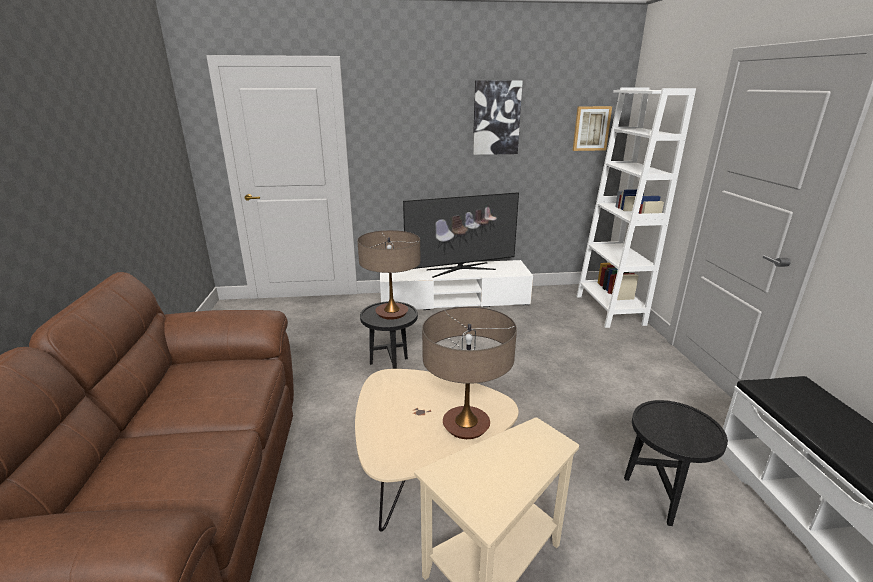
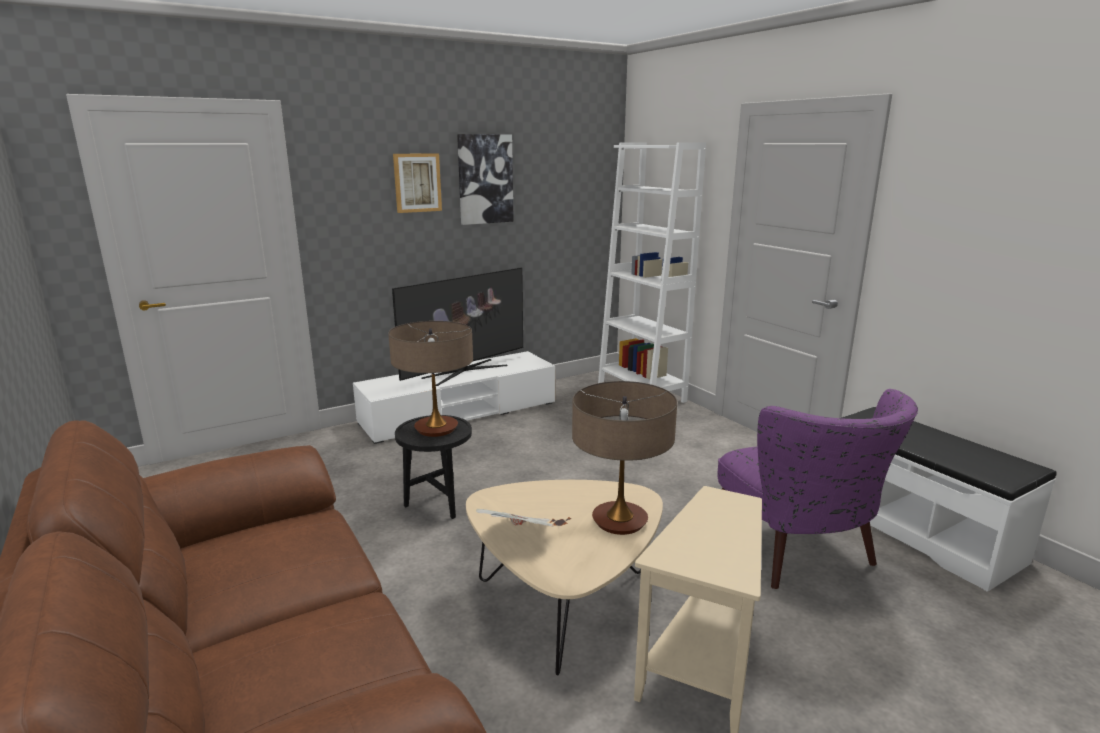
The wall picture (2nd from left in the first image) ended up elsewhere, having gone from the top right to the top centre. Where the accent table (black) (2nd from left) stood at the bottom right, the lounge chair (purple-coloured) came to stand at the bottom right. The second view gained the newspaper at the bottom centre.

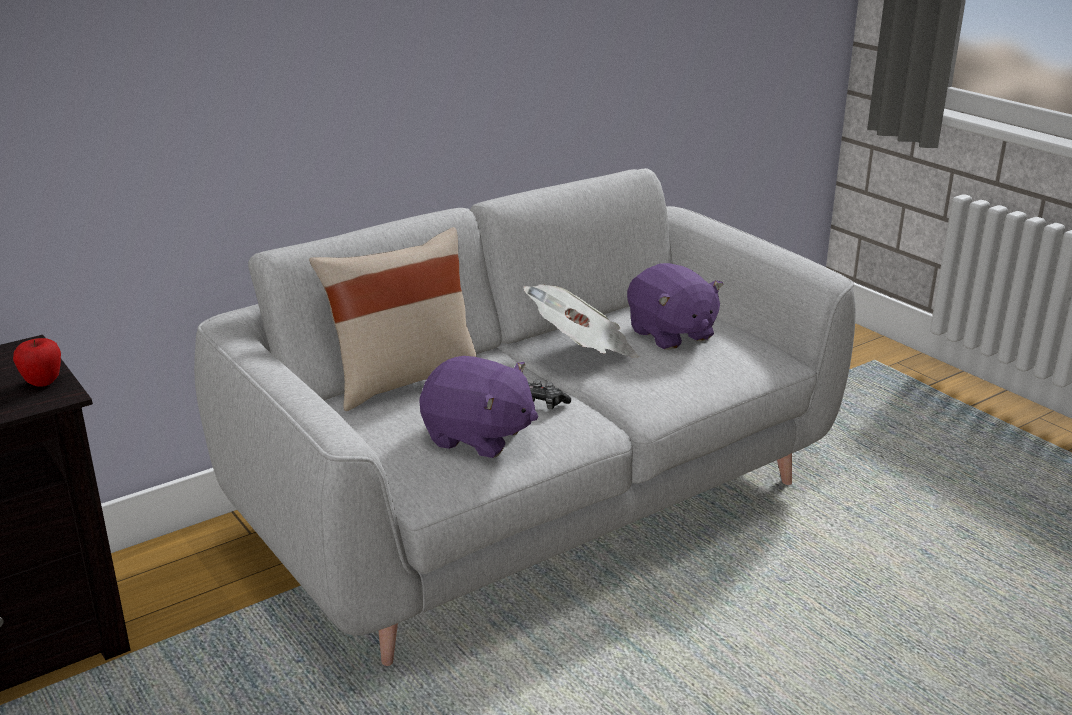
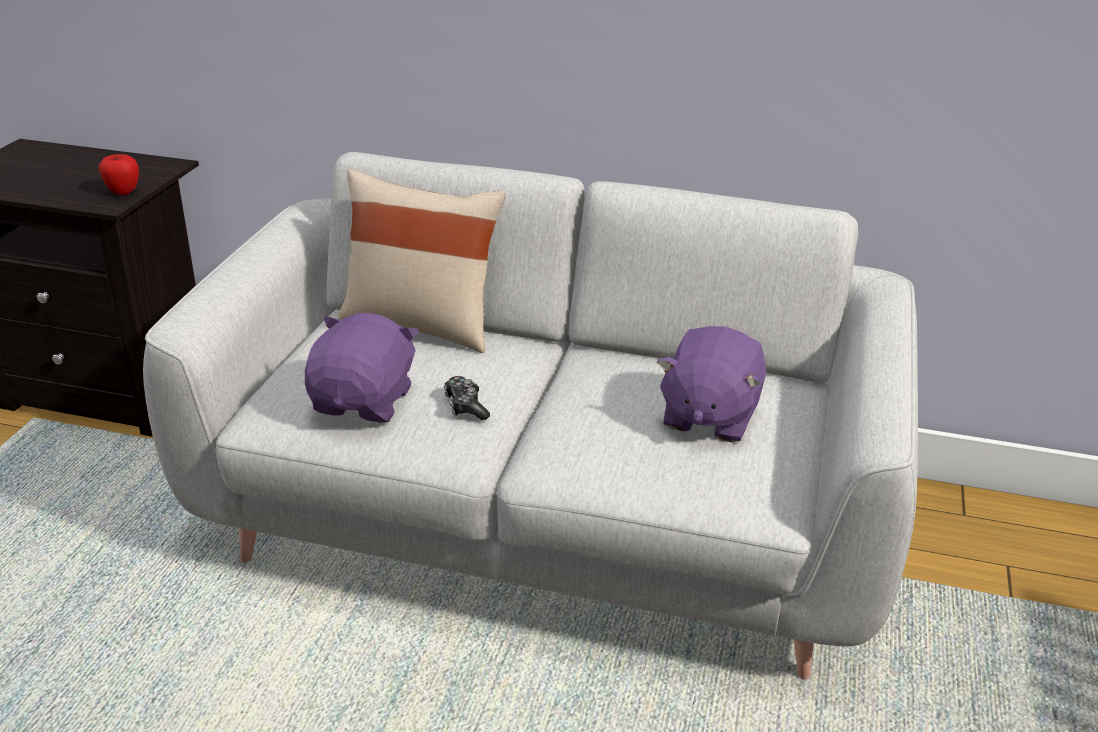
The second view lost the newspaper at the centre. The soft toy (purple-coloured) (1st from left) at the centre ended up facing another way, 150 degrees counterclockwise from before.

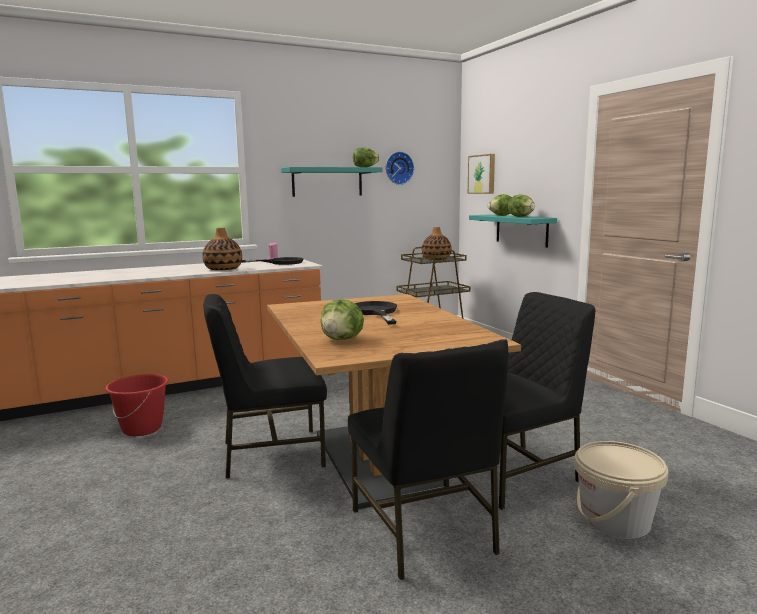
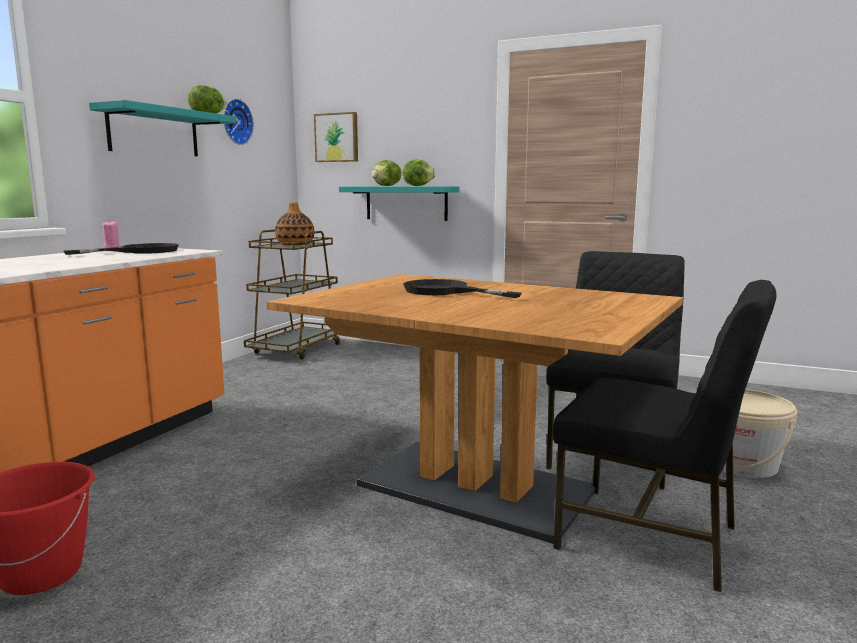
The second view lost the decorative vase (1st from left) at the middle left. The second view lost the plain chair (black) (1st from left) at the centre. The second view lost the head of lettuce (1st from left) at the centre.

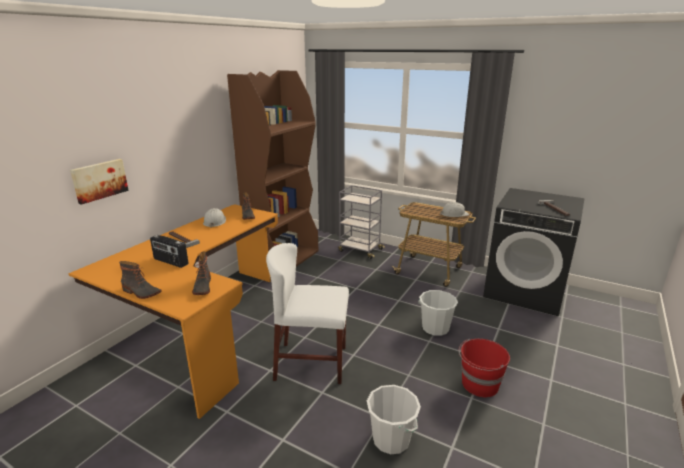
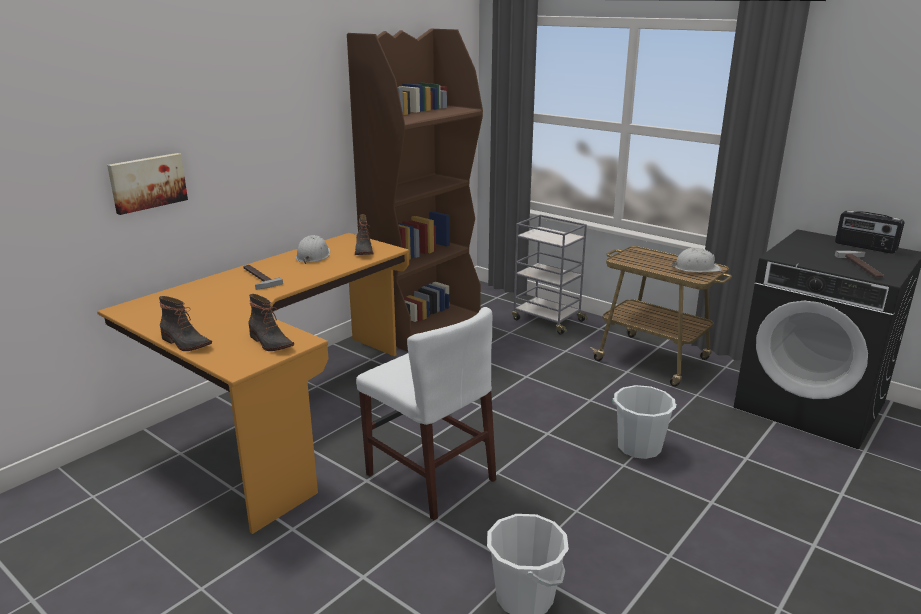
The radio set ended up elsewhere, having gone from the middle left to the middle right. The plain chair (white-coloured) at the bottom centre ended up facing another way, 150 degrees counterclockwise from before. The tall boot (2nd from left) at the middle left ended up facing another way, 45 degrees counterclockwise from before. The second view lost the water bucket (reddish) at the bottom right.

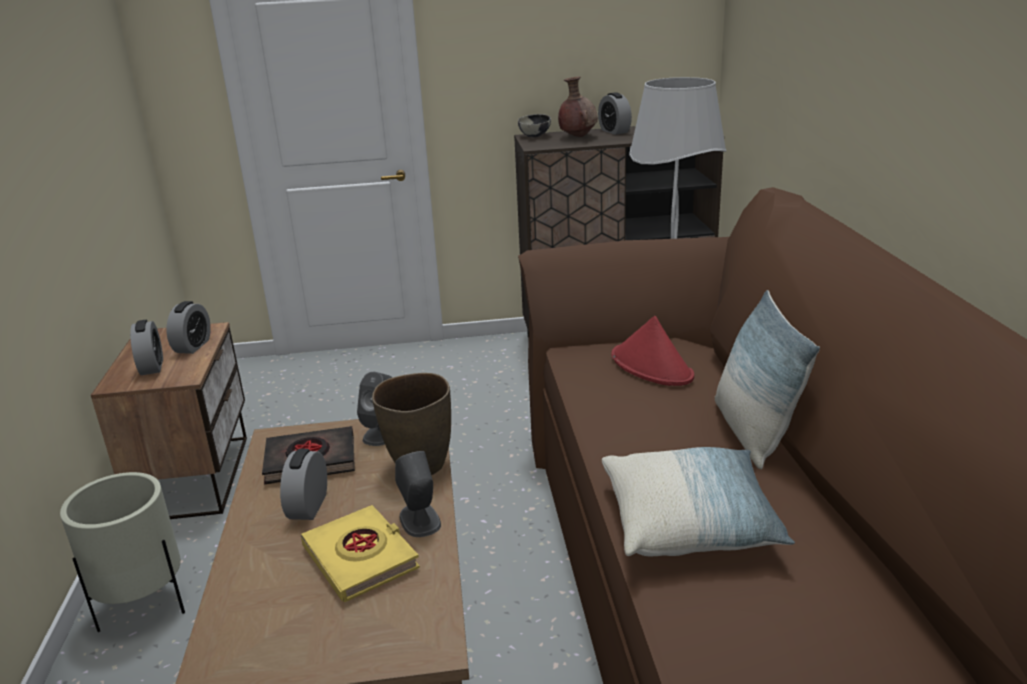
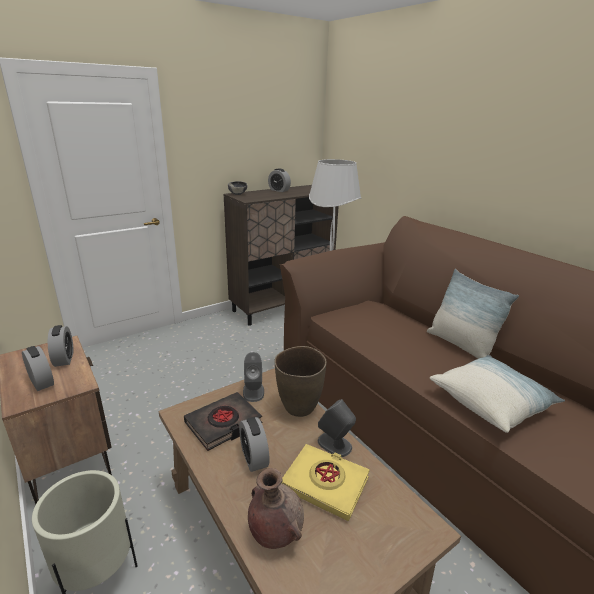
The decorative vase (brownish) (2nd from left in the first image) ended up elsewhere, having gone from the top centre to the bottom centre. The second view lost the clothing hat (reddish) at the centre.

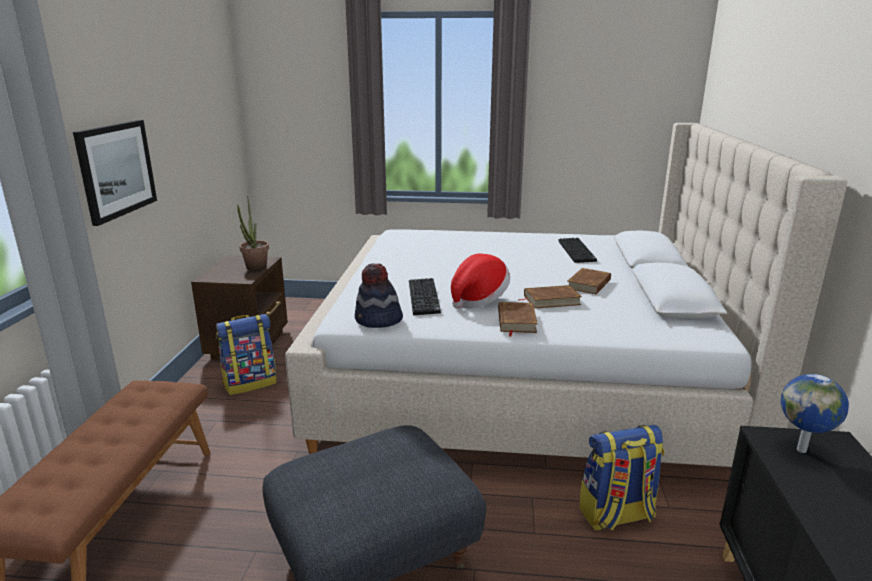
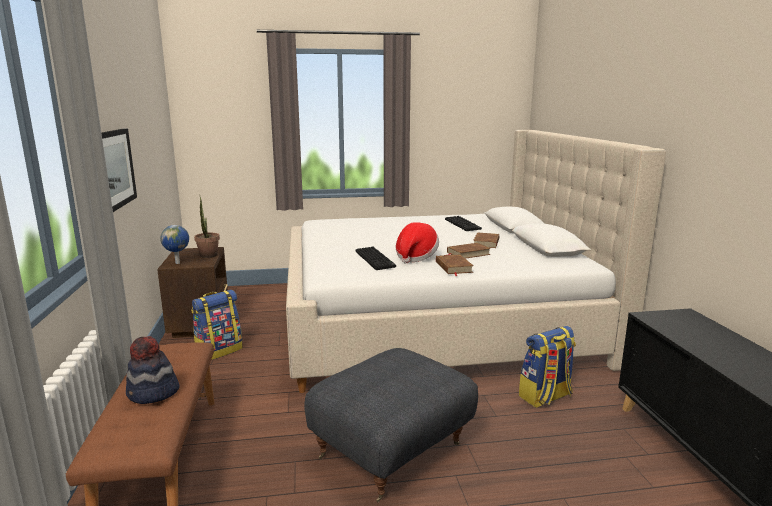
The clothing hat (1st from left) ended up elsewhere, having gone from the centre to the bottom left. The world globe ended up elsewhere, having gone from the bottom right to the middle left.

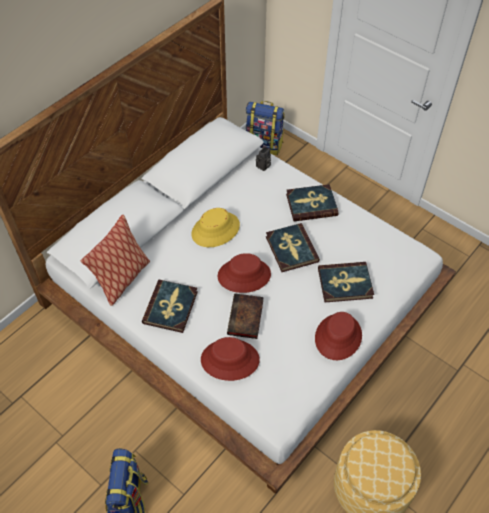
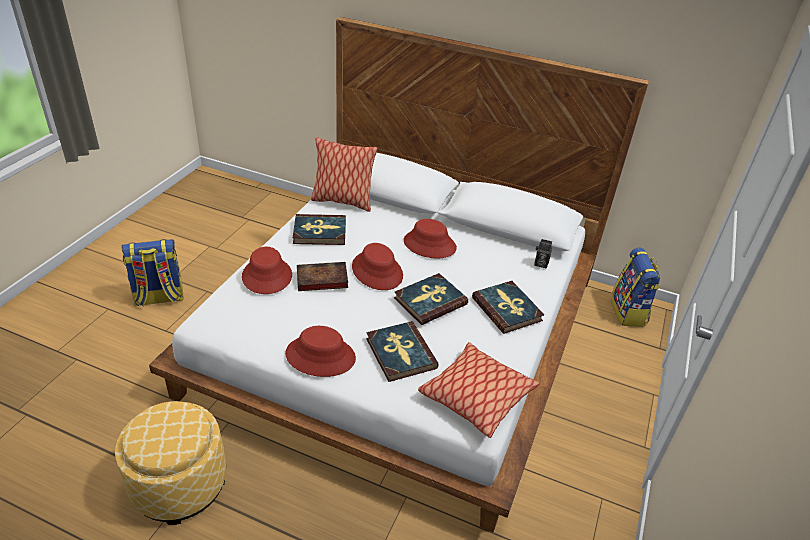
What was the clothing hat (yellowish) at the centre turned into the clothing hat (reddish) (4th from left) at the centre. The second view gained the pillow (2nd from left) at the bottom centre.

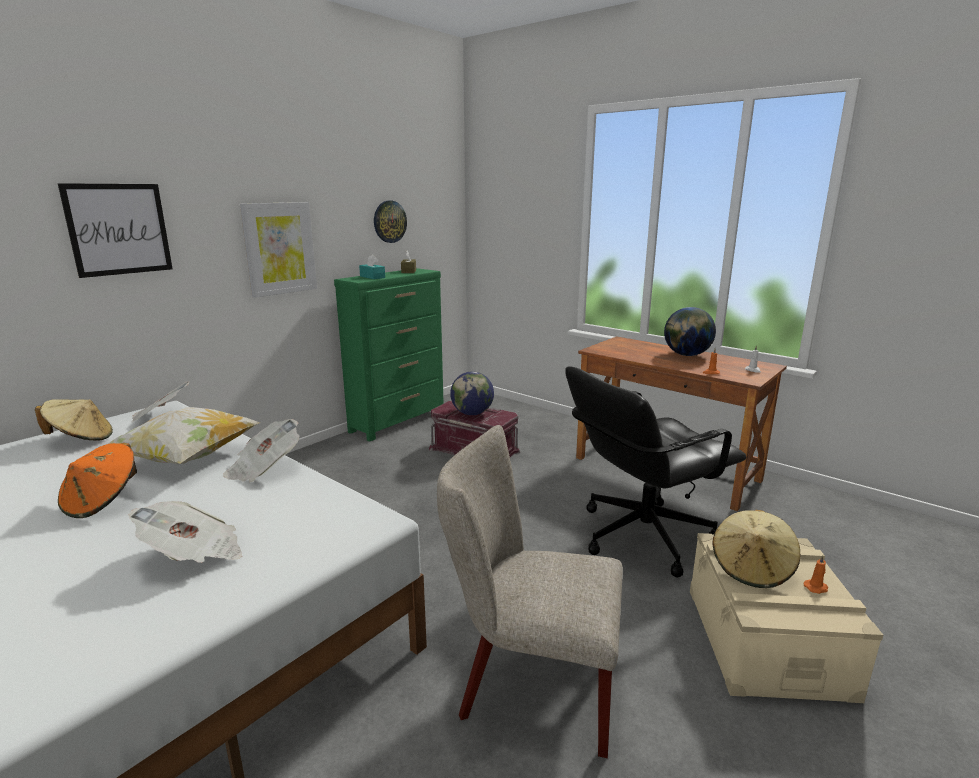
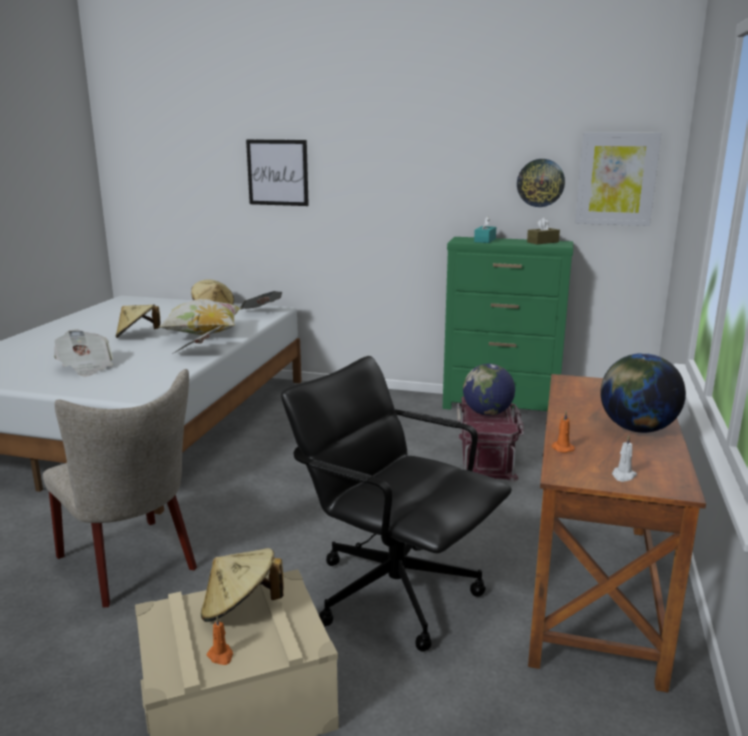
The wall picture (2nd from left) ended up elsewhere, having gone from the top left to the top right. The plain chair (sand-coloured) at the bottom centre ended up facing another way, 150 degrees clockwise from before. What was the clothing hat (orange-coloured) at the middle left turned into the clothing hat (sand-coloured) (1st from left) at the middle left.

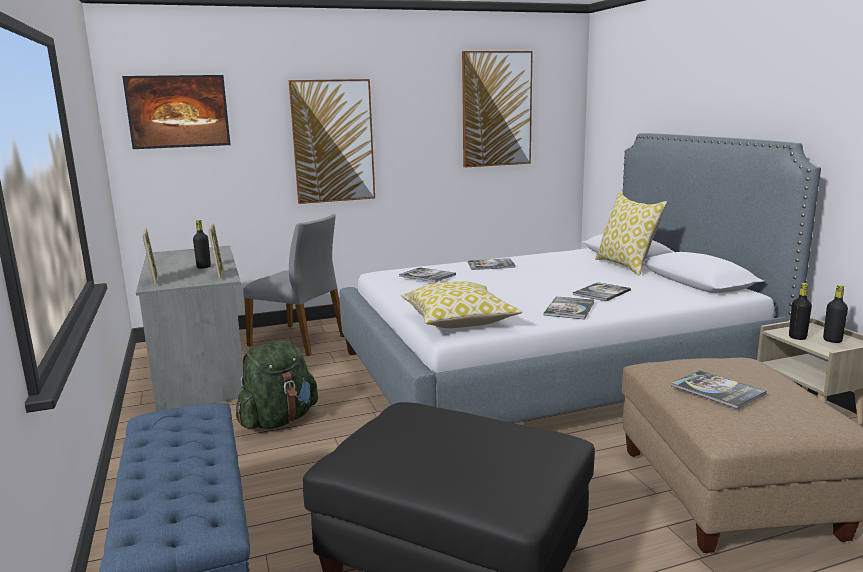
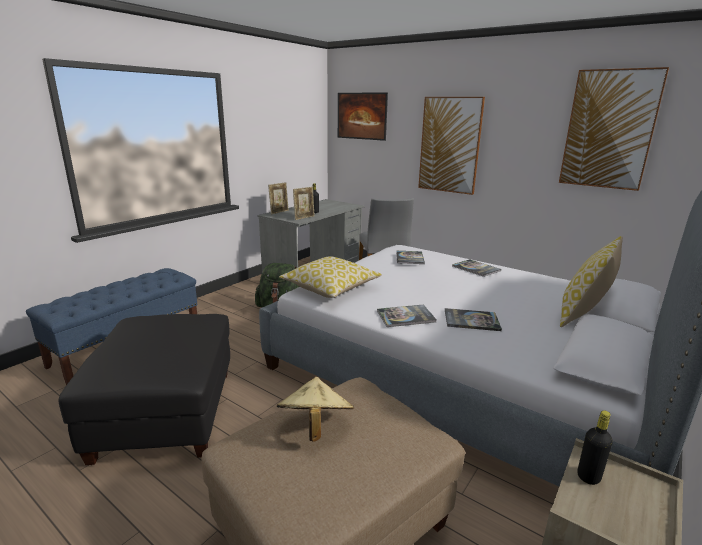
The second view lost the drink bottle (black) (3rd from left) at the middle right. Where the volume (5th from left) stood at the bottom right, the clothing hat (sand-coloured) came to stand at the bottom centre.

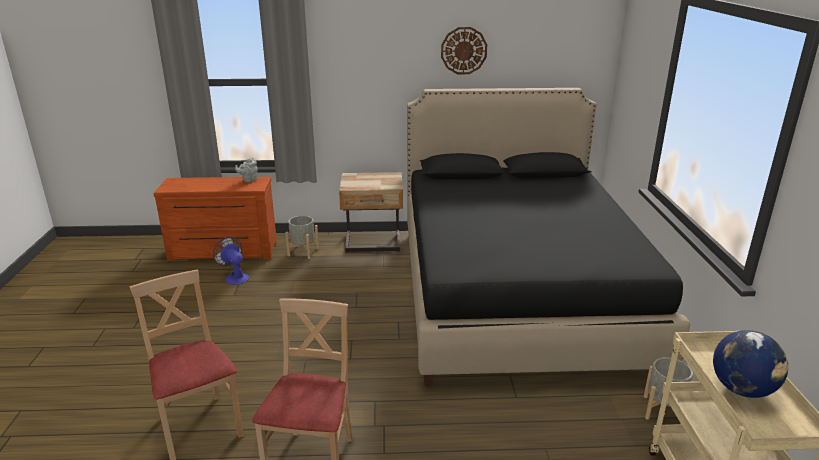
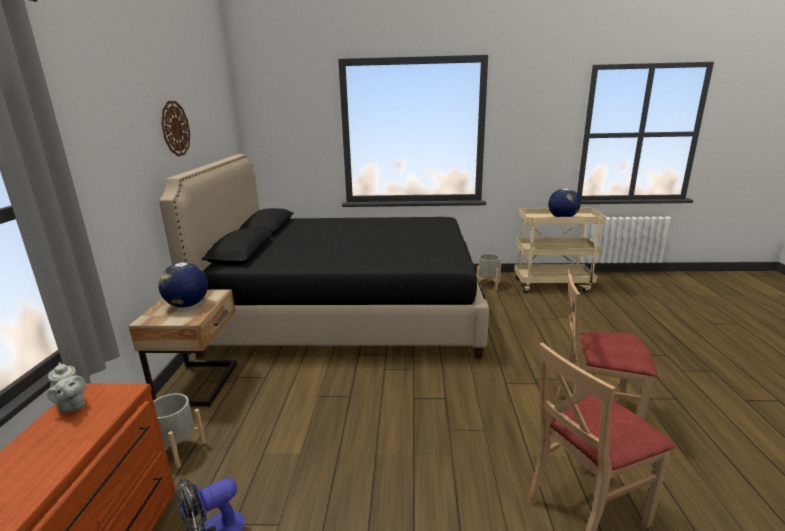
The second view gained the world globe (1st from left) at the middle left.

